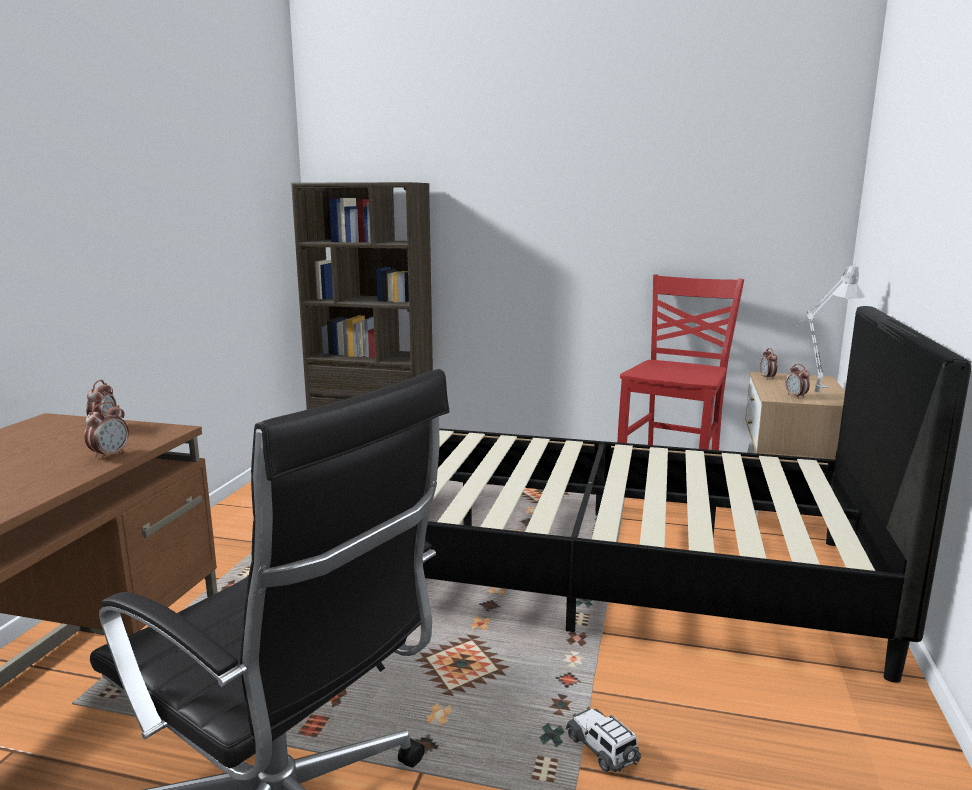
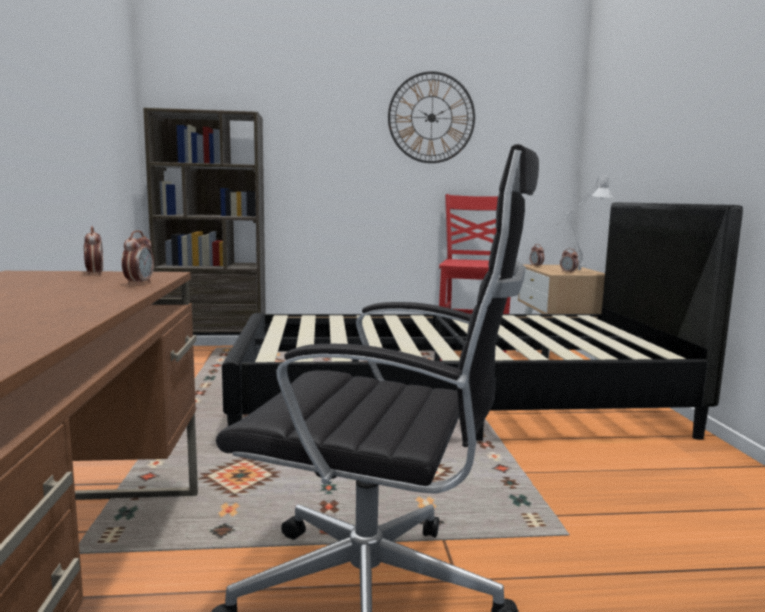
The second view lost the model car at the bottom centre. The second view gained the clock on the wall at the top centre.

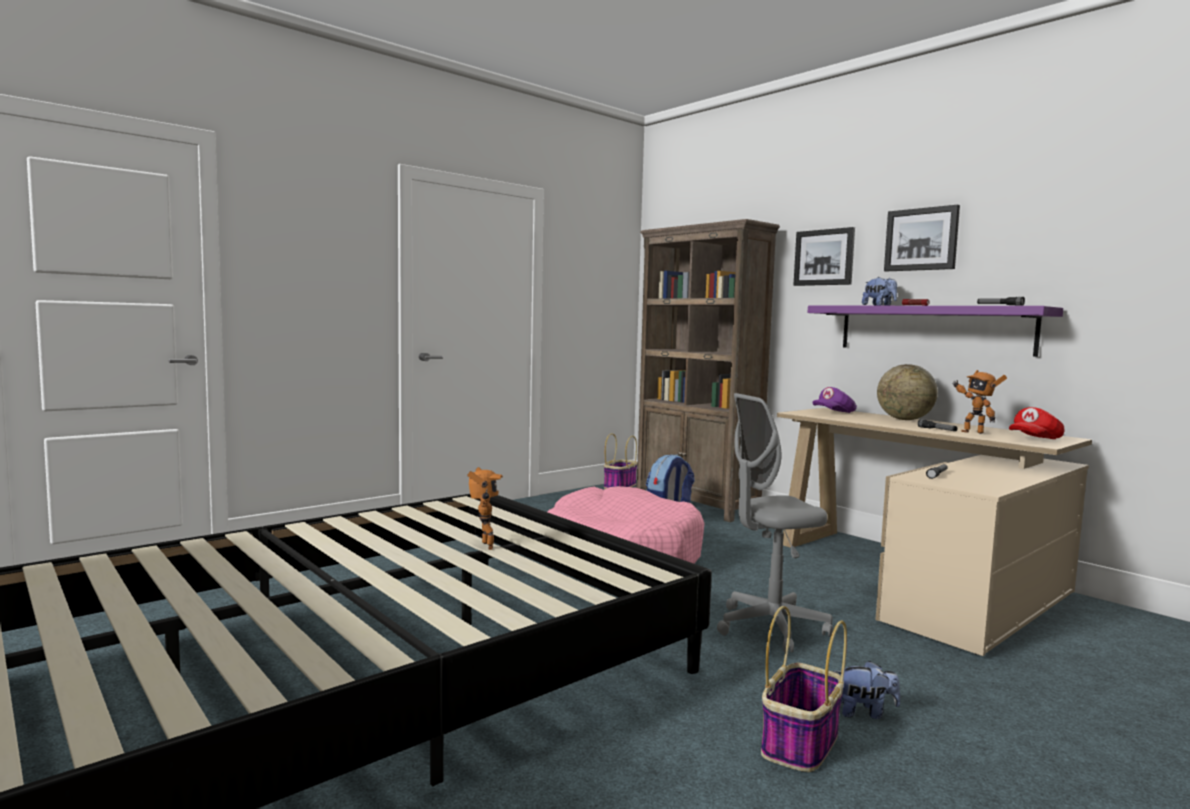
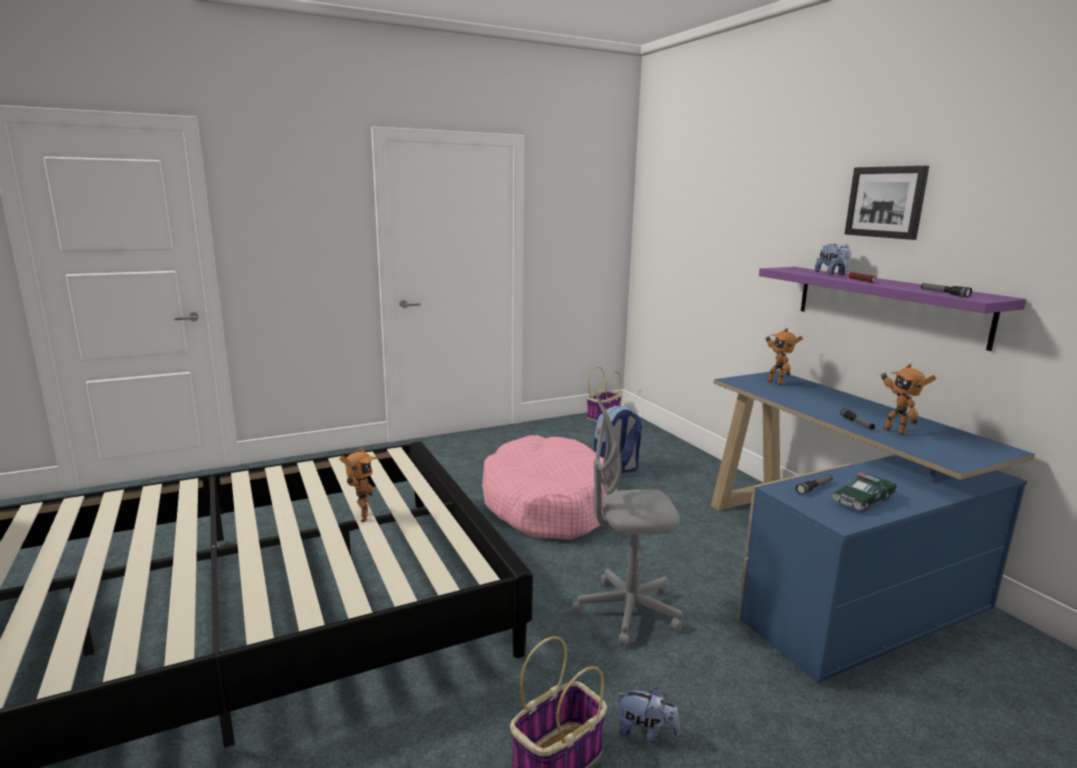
The second view lost the bookshelf (brownish) at the centre. The second view lost the wall picture (1st from left) at the top right. The second view lost the world globe at the middle right. Where the baseball cap (purple-coloured) stood at the middle right, the model robot (2nd from left) came to stand at the middle right. The second view lost the baseball cap (reddish) at the middle right. What was the desk (sand-coloured) at the middle right turned into the desk (blue-coloured) at the bottom right. The second view gained the model car at the middle right.

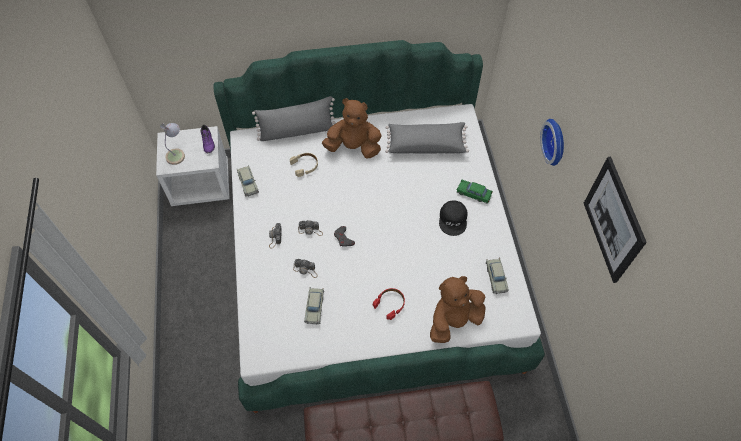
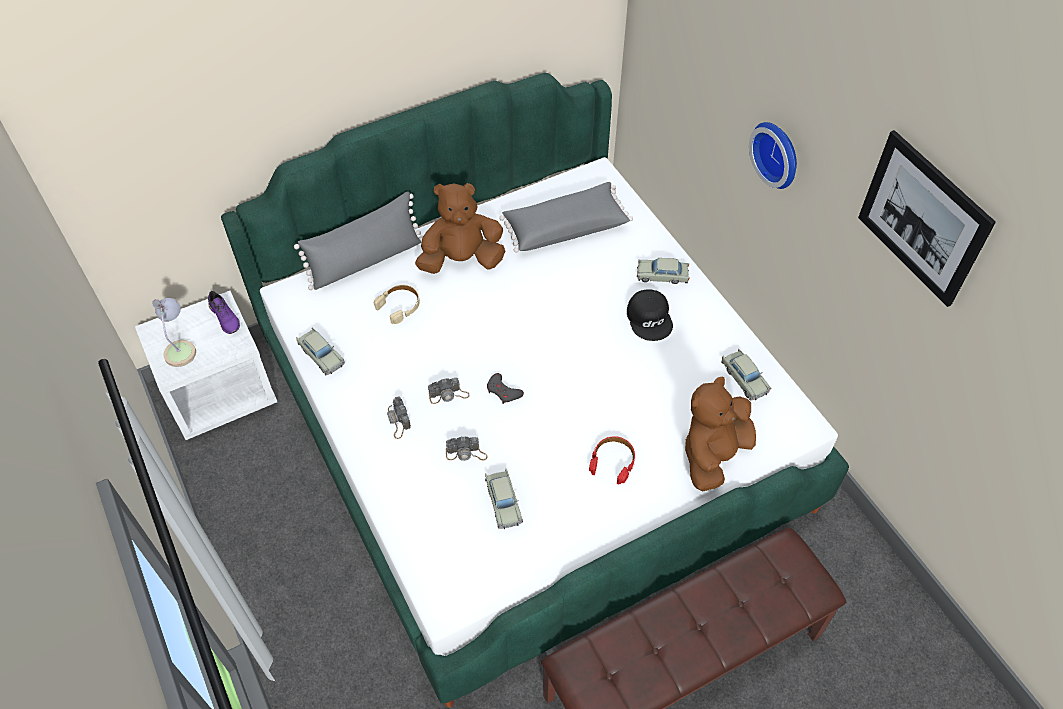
What was the model car (green) at the centre turned into the model car (sand-coloured) (3rd from left) at the centre.

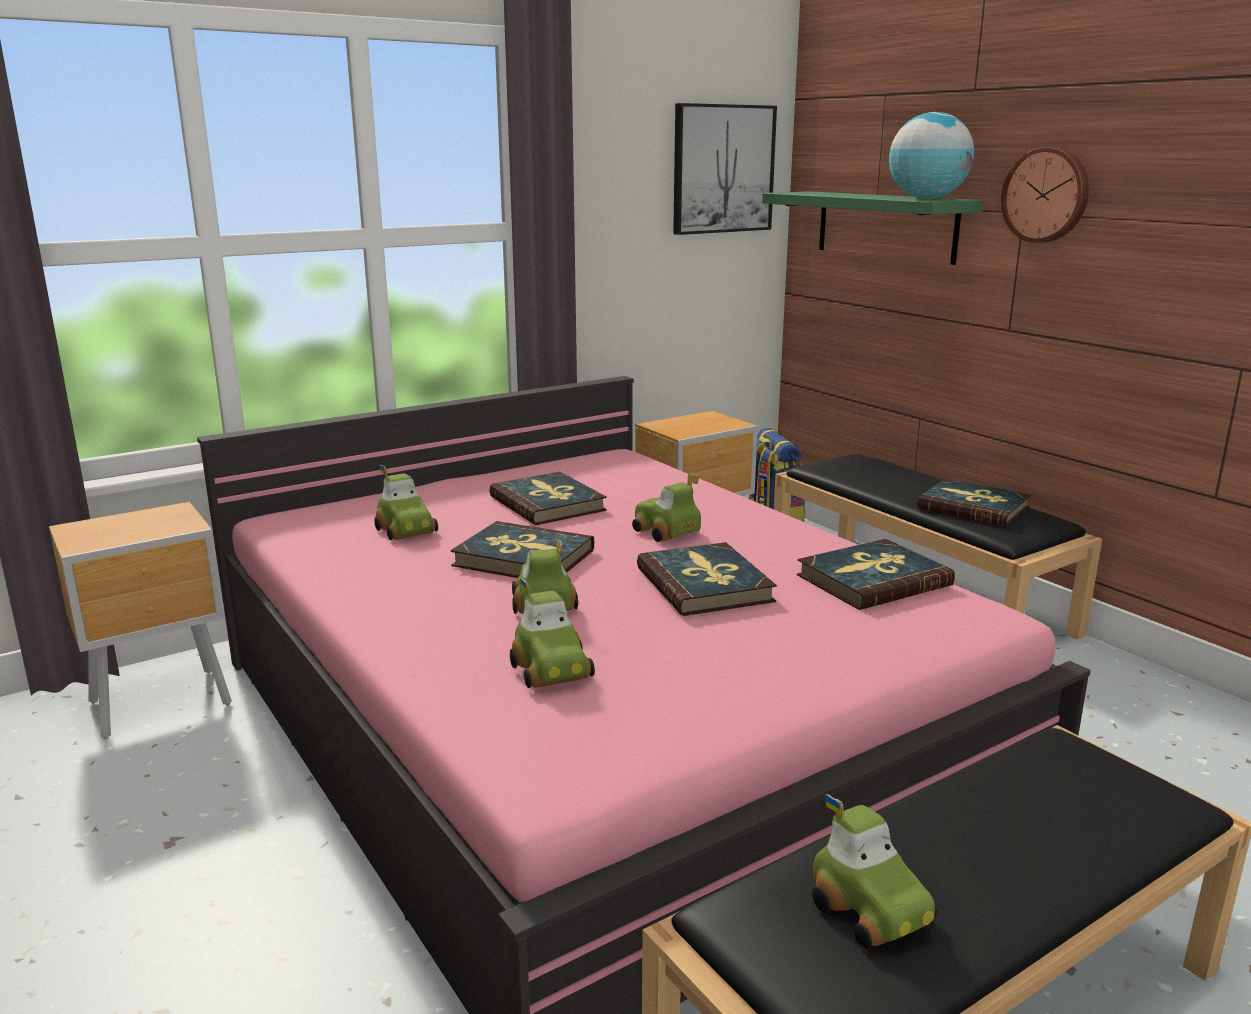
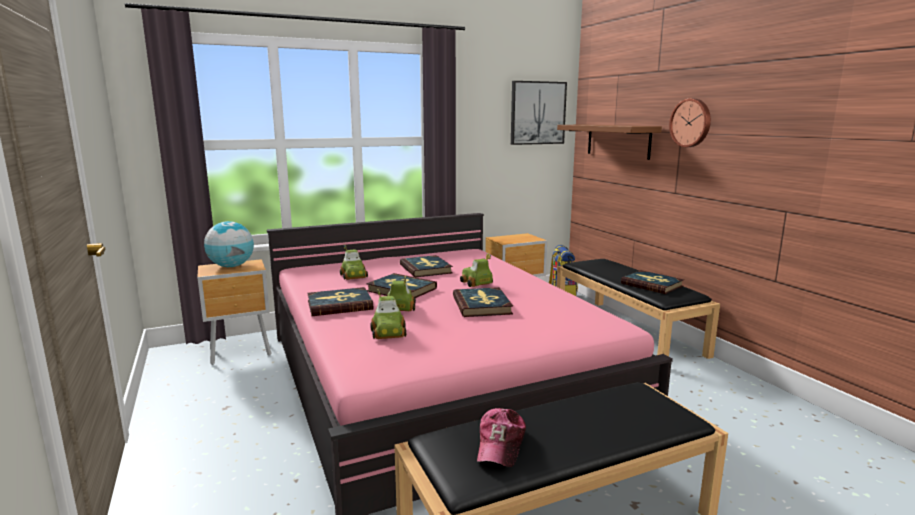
The world globe ended up elsewhere, having gone from the top right to the middle left. What was the wall shelf (green) at the top right turned into the wall shelf (brownish) at the top centre. The volume (4th from left in the first image) ended up elsewhere, having gone from the middle right to the centre. Where the model car (5th from left) stood at the bottom right, the baseball cap came to stand at the bottom centre.

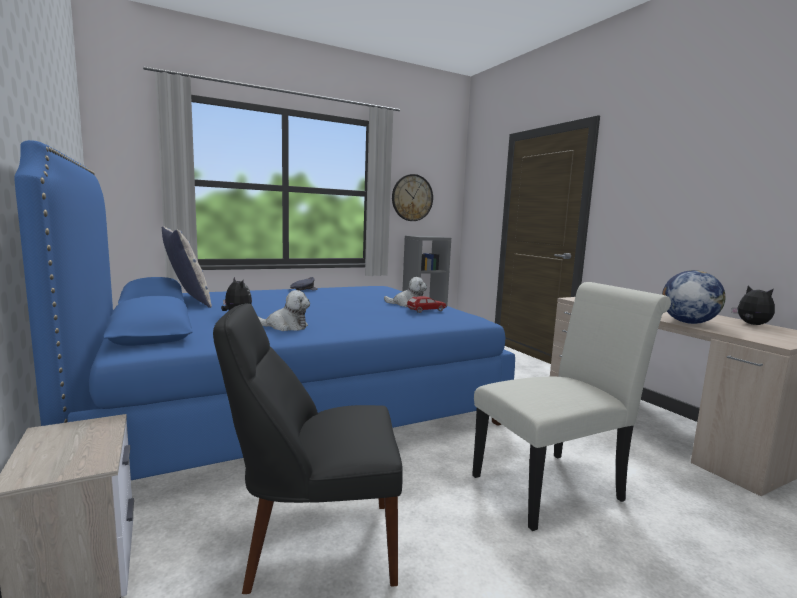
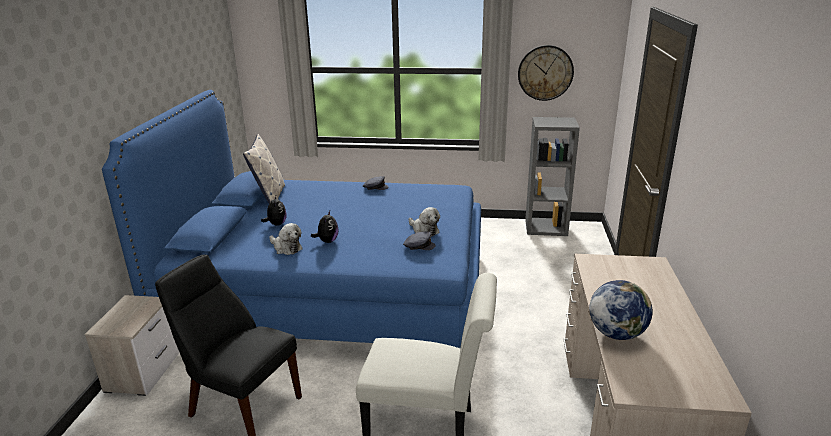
The soft toy (4th from left in the first image) ended up elsewhere, having gone from the middle right to the centre. Where the model car stood at the centre, the baseball cap (gray) (2nd from left) came to stand at the centre.

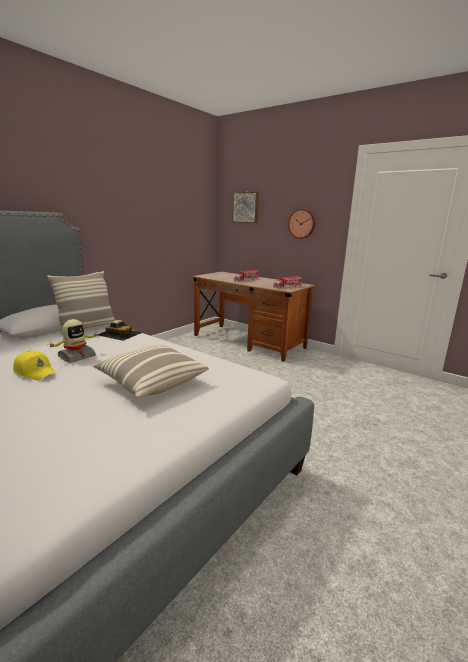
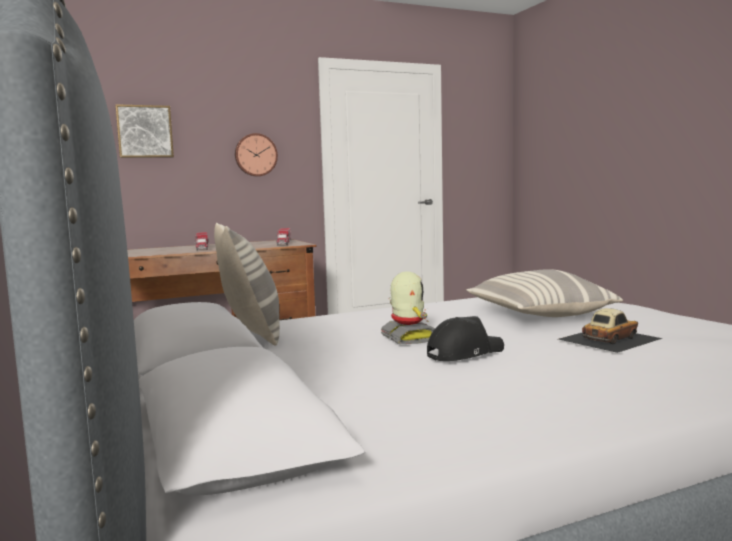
The model car ended up elsewhere, having gone from the middle left to the middle right. What was the baseball cap (yellowish) at the middle left turned into the baseball cap (black) at the centre.

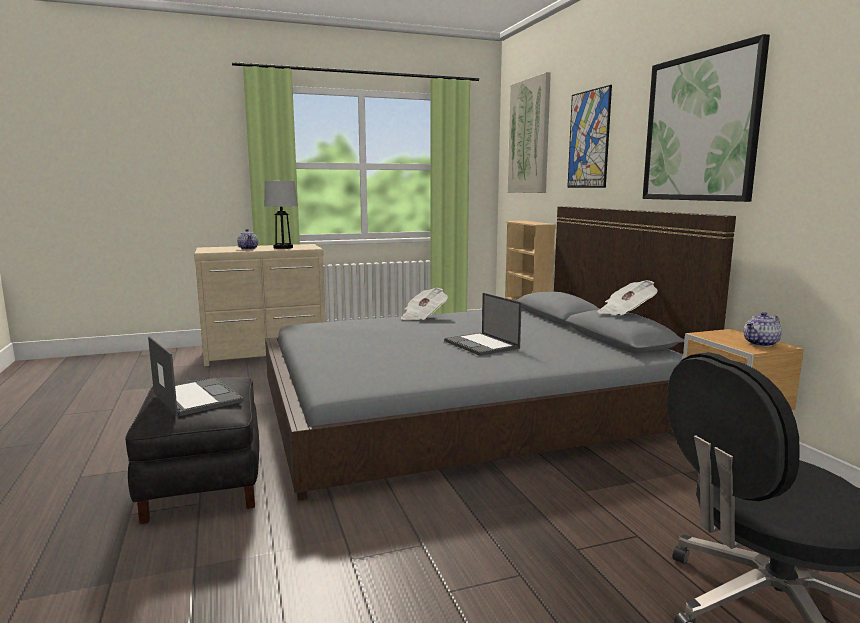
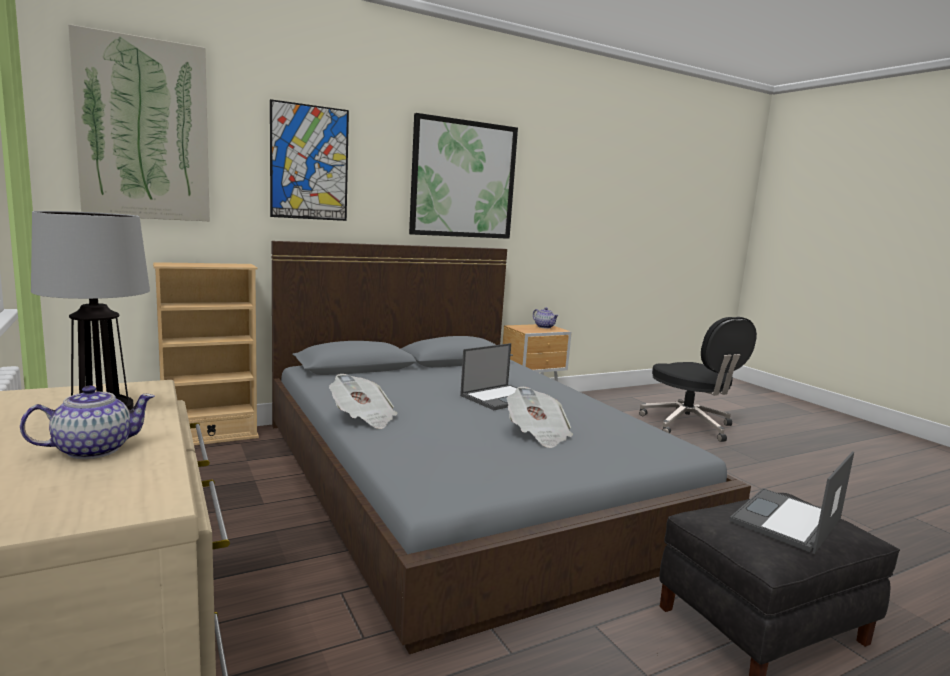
The newspaper (2nd from left) ended up elsewhere, having gone from the middle right to the centre.

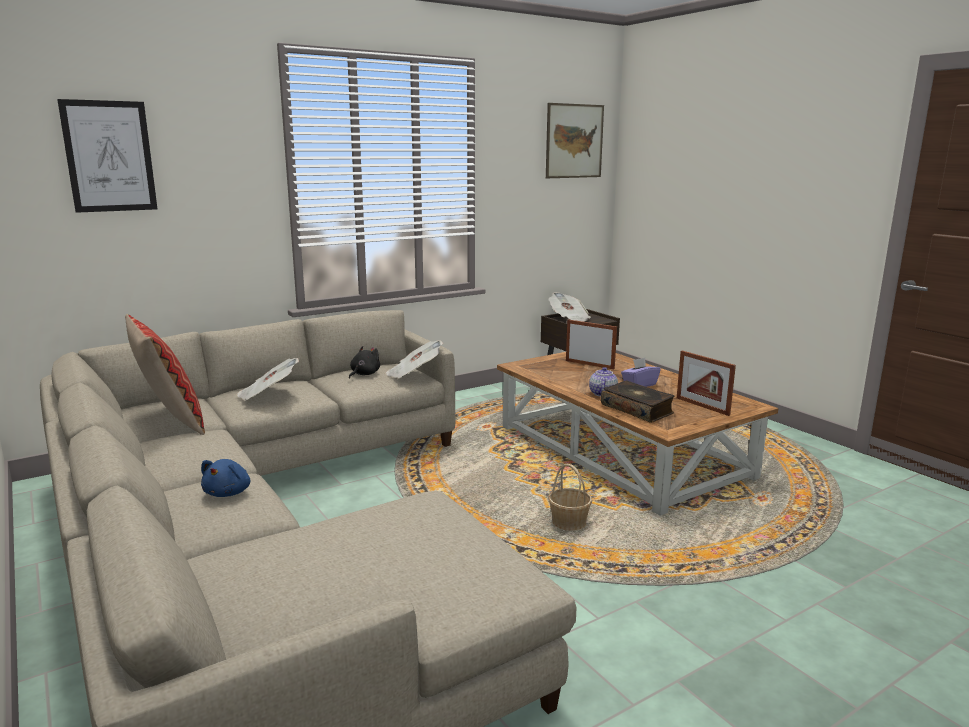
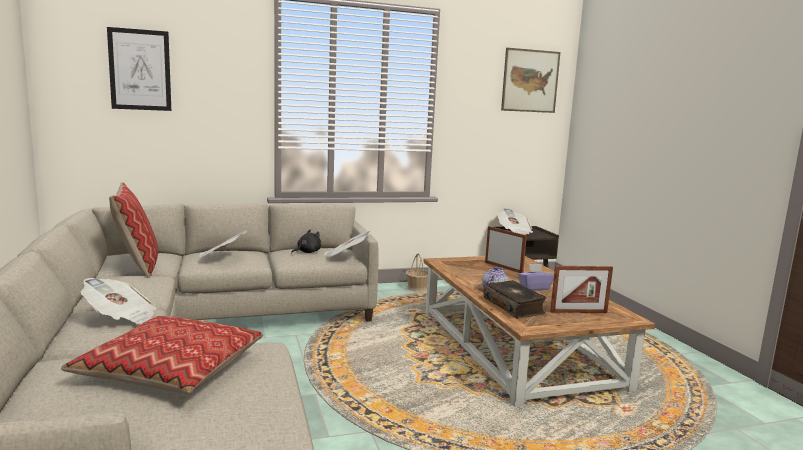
The picture frame (2nd from left) at the middle right ended up facing another way, 75 degrees counterclockwise from before. Where the soft toy (blue-coloured) stood at the middle left, the newspaper (1st from left) came to stand at the bottom left. The household basket ended up elsewhere, having gone from the bottom centre to the centre. The second view gained the pillow (2nd from left) at the bottom left.

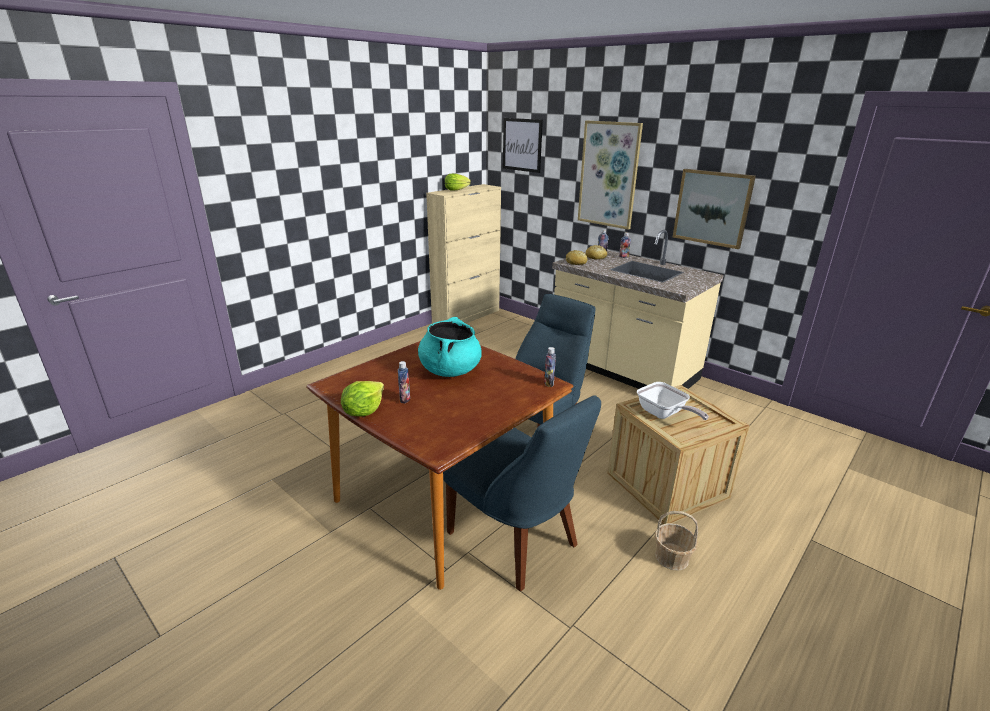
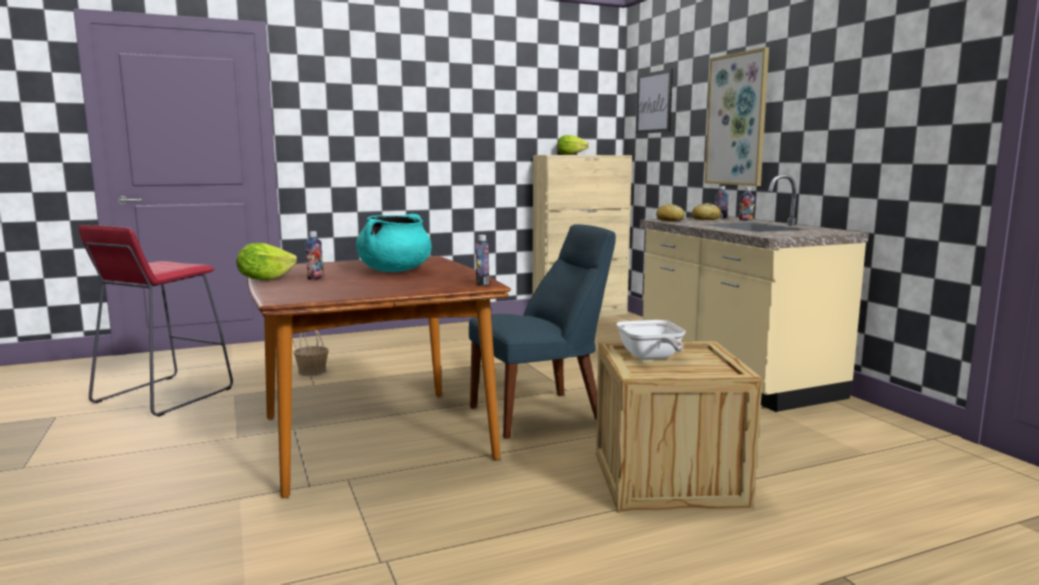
The second view lost the wall picture (3rd from left) at the top right. The second view lost the plain chair (blue-coloured) (1st from left) at the bottom centre. The household basket ended up elsewhere, having gone from the bottom right to the middle left. The second view gained the sitting stool (reddish) at the middle left.

